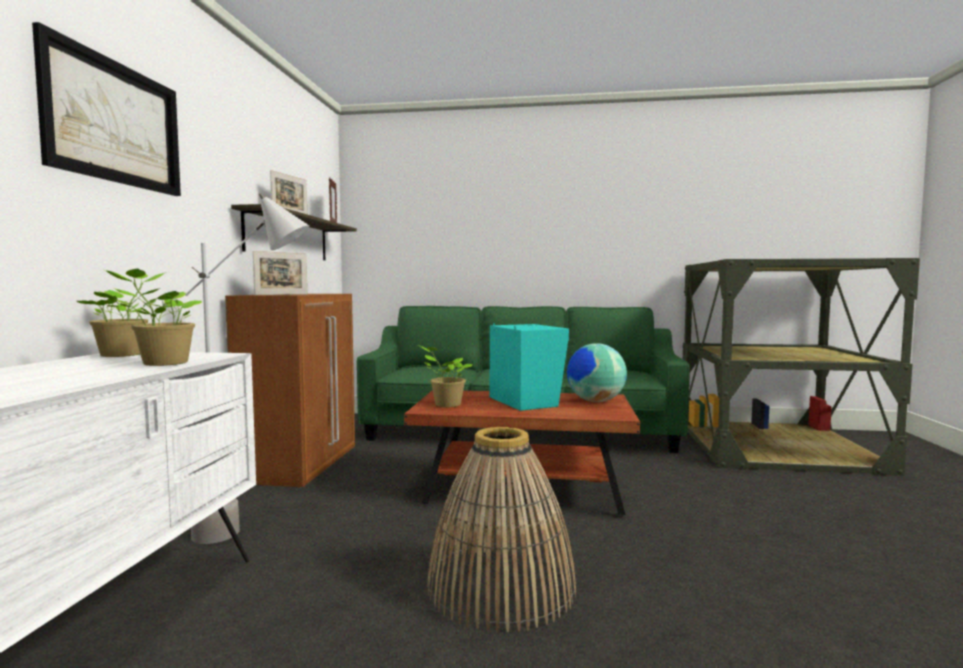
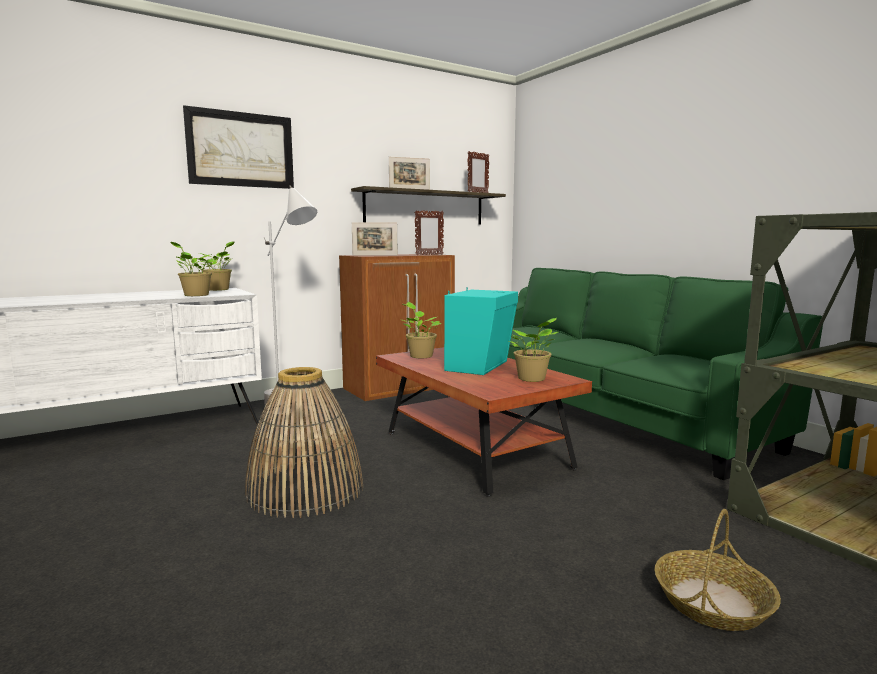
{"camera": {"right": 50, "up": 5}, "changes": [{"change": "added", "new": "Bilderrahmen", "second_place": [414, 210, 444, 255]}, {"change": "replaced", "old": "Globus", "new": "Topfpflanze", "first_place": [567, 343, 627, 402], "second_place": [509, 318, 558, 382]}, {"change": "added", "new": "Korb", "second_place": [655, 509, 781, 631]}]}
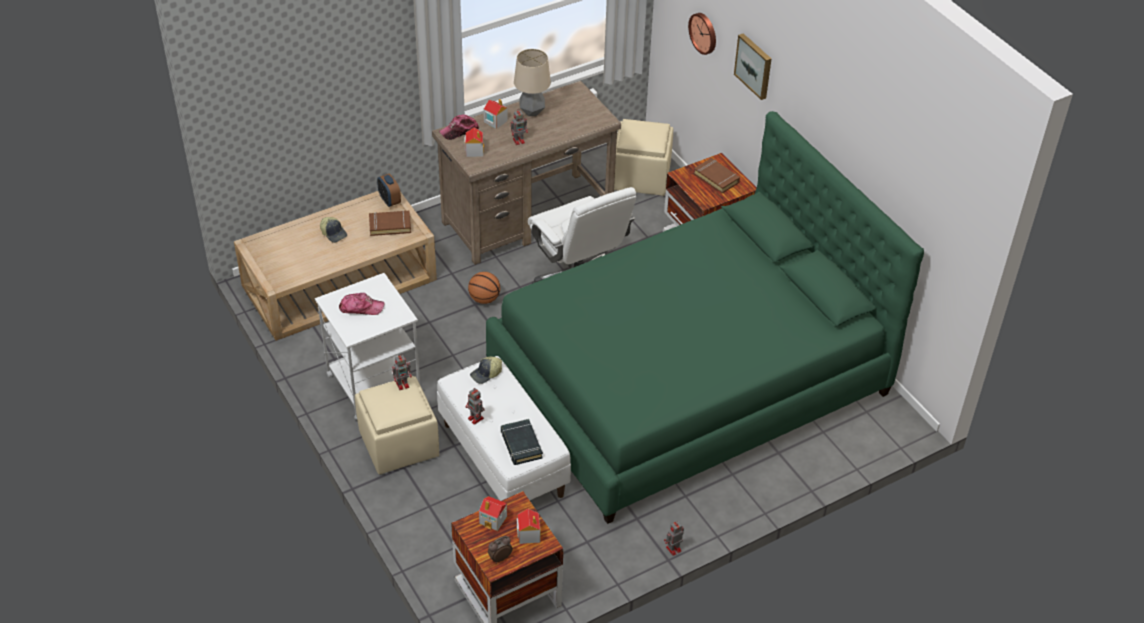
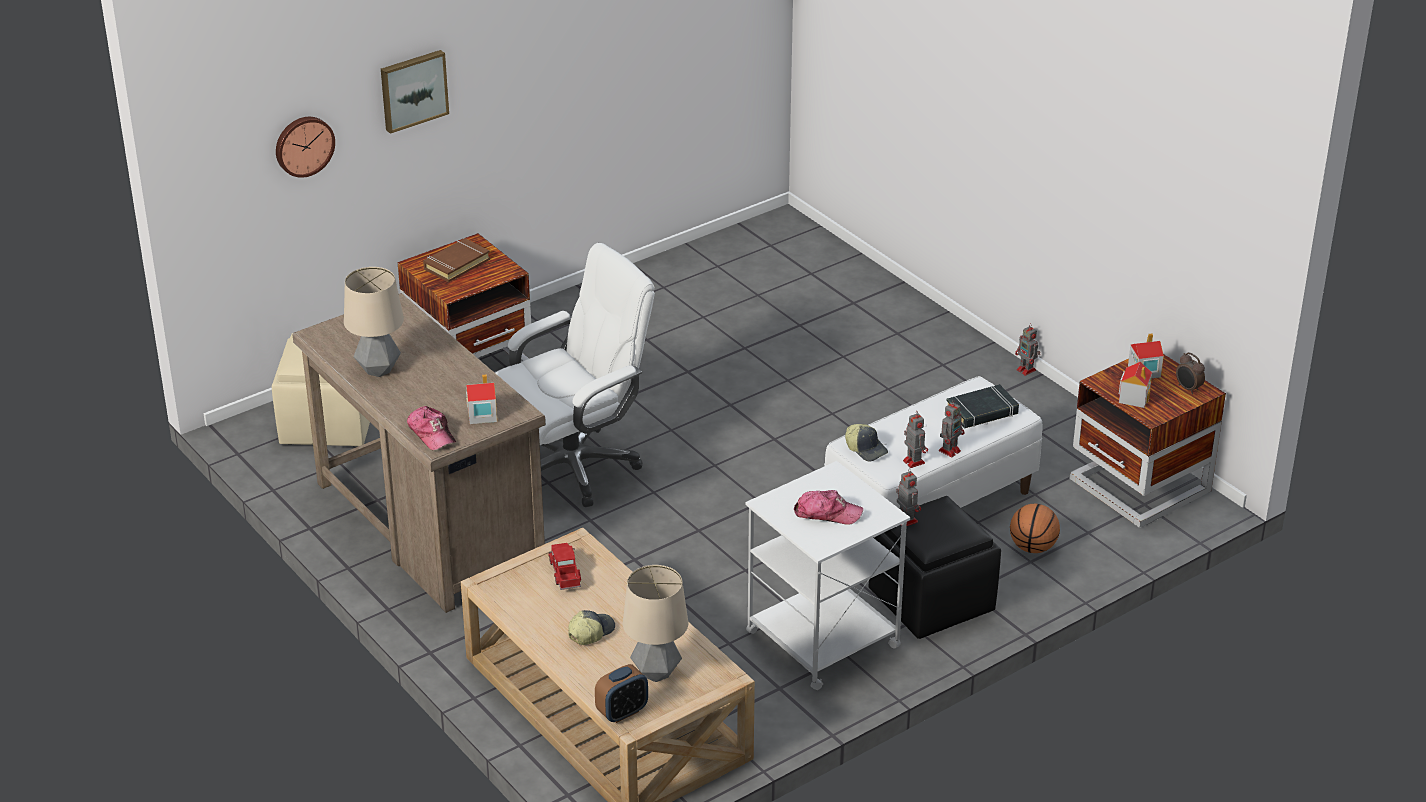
{"camera": {"right": -95, "up": -10}, "changes": [{"change": "replaced", "old": "Buch/braun", "new": "Spielzeuglaster", "first_place": [369, 211, 411, 236], "second_place": [548, 543, 581, 590]}, {"change": "moved", "old": "Wecker", "first_place": [377, 174, 401, 207], "second_place": [595, 664, 648, 723]}, {"change": "added", "new": "Tischlampe", "second_place": [623, 565, 688, 682]}, {"change": "turned", "old": "Kappe", "first_place": [339, 293, 384, 315], "second_place": [794, 490, 863, 524], "degrees": 105}, {"change": "recoloured", "old": "Polsterhocker/beige", "new": "Polsterhocker/schwarz", "first_place": [355, 376, 439, 475], "second_place": [869, 496, 1001, 639]}, {"change": "moved", "old": "Spielzeugroboter", "first_place": [511, 109, 528, 145], "second_place": [903, 411, 928, 468]}, {"change": "moved", "old": "Basketball", "first_place": [468, 272, 500, 304], "second_place": [1010, 504, 1060, 553]}, {"change": "removed", "old": "Spielzeughaus", "first_place": [484, 99, 508, 129]}, {"change": "removed", "old": "Bett/grün", "first_place": [486, 111, 924, 524]}]}
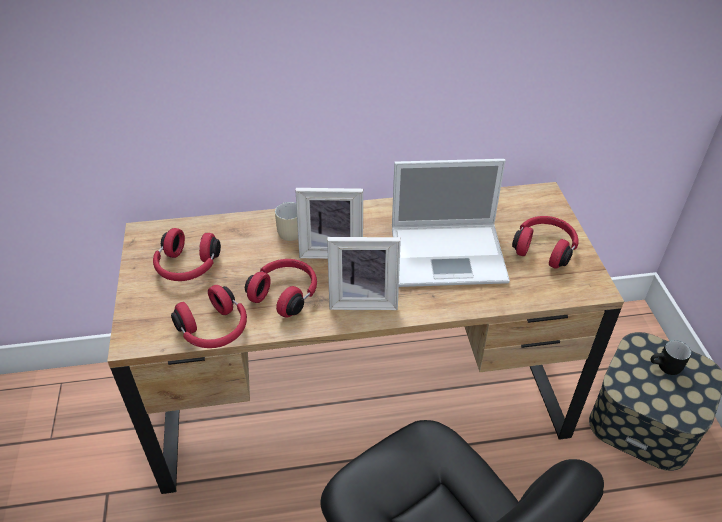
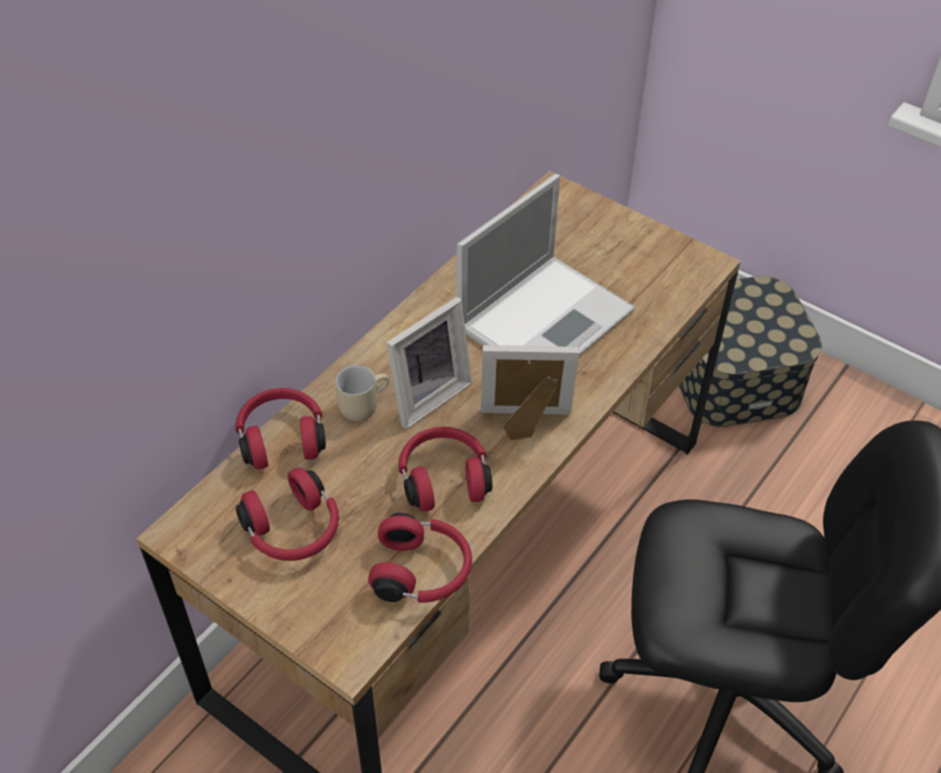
{"camera": {"right": -45, "up": 5}, "changes": [{"change": "moved", "old": "Kopfhörer/rot", "first_place": [512, 216, 579, 269], "second_place": [235, 388, 326, 469]}, {"change": "turned", "old": "Bilderrahmen", "first_place": [327, 237, 401, 310], "second_place": [481, 345, 580, 441], "degrees": -135}, {"change": "removed", "old": "Henkelbecher/schwarz", "first_place": [650, 340, 691, 375]}]}
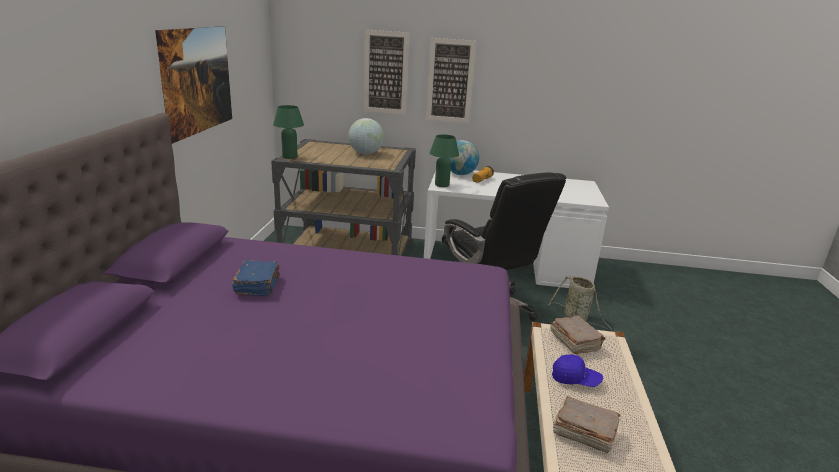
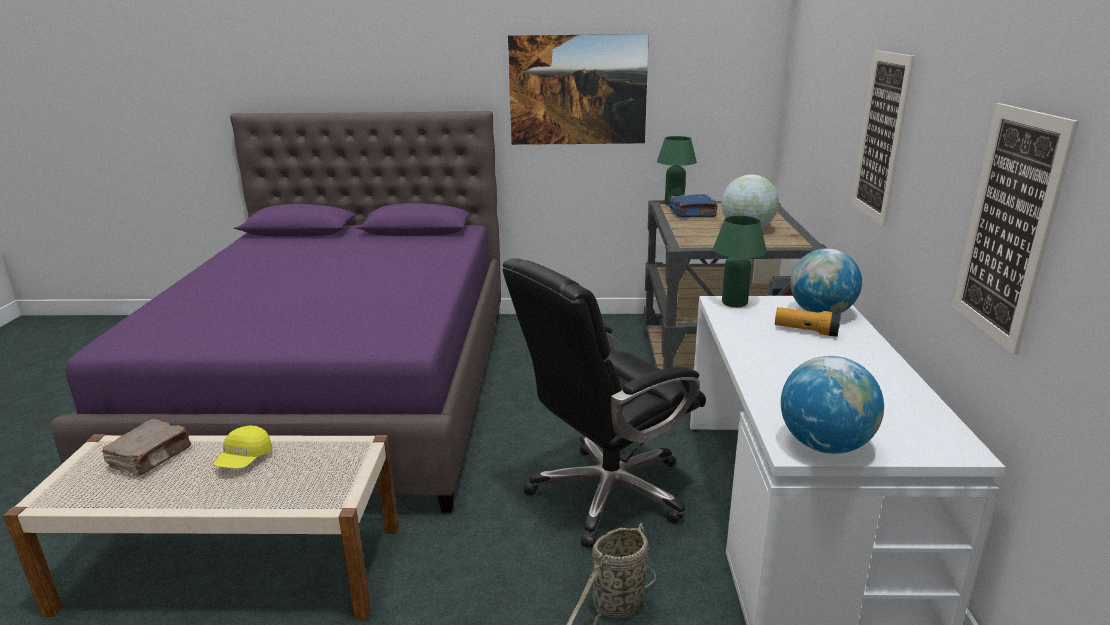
{"camera": {"right": 85, "up": 0}, "changes": [{"change": "recoloured", "old": "Kappe/blau", "new": "Kappe/gelb", "first_place": [552, 354, 603, 387], "second_place": [213, 425, 273, 469]}, {"change": "moved", "old": "Buch/blau", "first_place": [232, 260, 280, 296], "second_place": [669, 194, 718, 217]}, {"change": "added", "new": "Globus", "second_place": [781, 356, 884, 454]}, {"change": "moved", "old": "Bild", "first_place": [364, 30, 409, 115], "second_place": [952, 103, 1079, 355]}, {"change": "removed", "old": "Buch/braun", "first_place": [550, 315, 606, 354]}]}
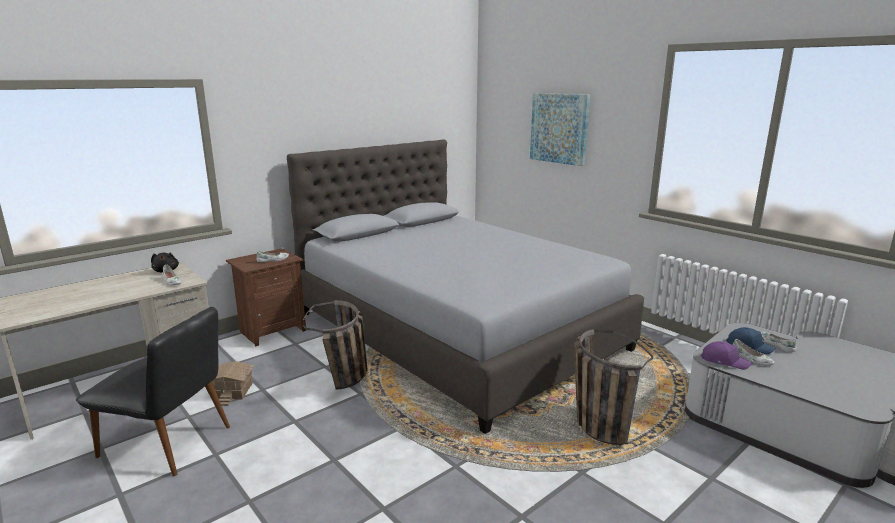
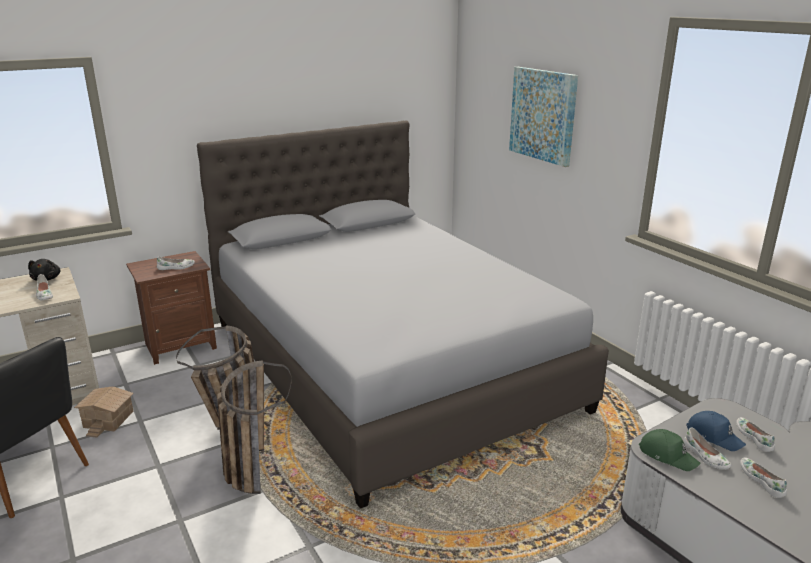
{"camera": {"right": 10, "up": 5}, "changes": [{"change": "moved", "old": "Korb", "first_place": [574, 329, 653, 445], "second_place": [217, 360, 292, 494]}, {"change": "recoloured", "old": "Kappe/lila", "new": "Kappe/grün", "first_place": [701, 341, 752, 370], "second_place": [639, 429, 700, 471]}, {"change": "added", "new": "Schuh/weiß", "second_place": [740, 457, 787, 498]}]}
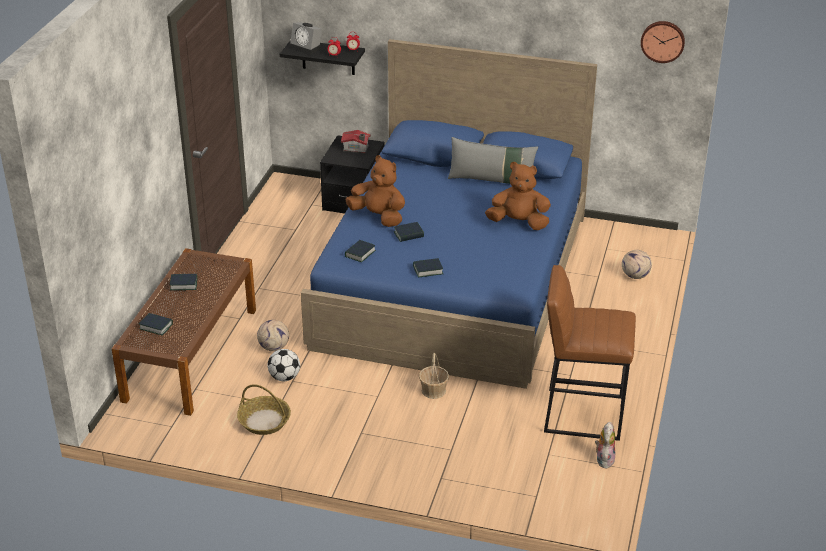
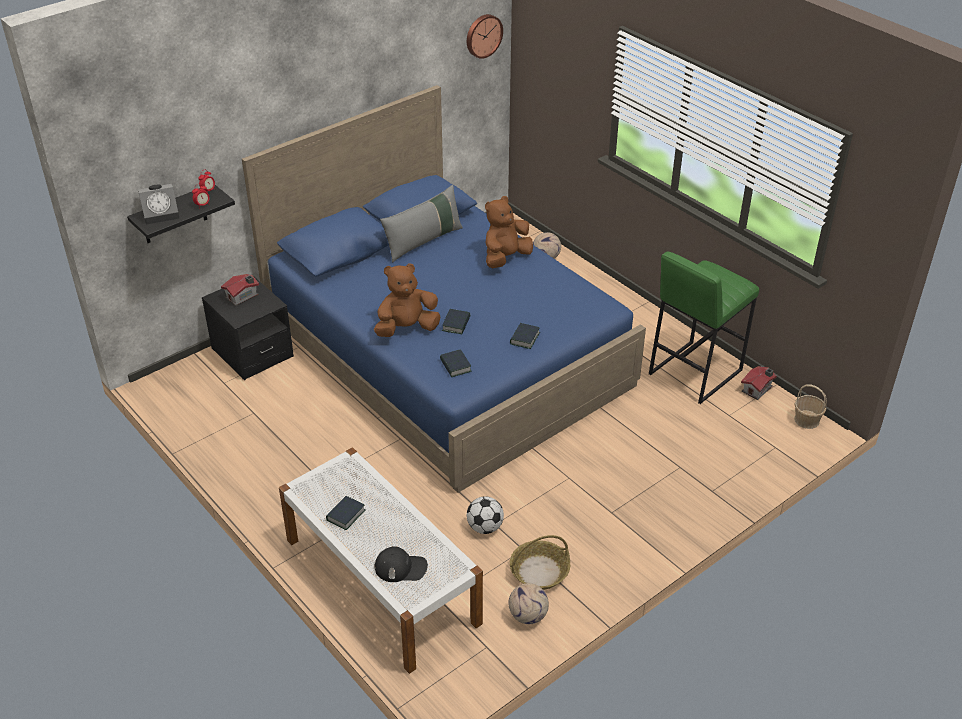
{"camera": {"right": -55, "up": 5}, "changes": [{"change": "recoloured", "old": "Bank/braun", "new": "Bank/weiß", "first_place": [112, 248, 256, 416], "second_place": [279, 447, 483, 674]}, {"change": "replaced", "old": "Buch", "new": "Kappe/schwarz", "first_place": [139, 313, 173, 336], "second_place": [374, 546, 428, 582]}, {"change": "moved", "old": "Fußball", "first_place": [257, 320, 289, 351], "second_place": [508, 583, 549, 624]}, {"change": "recoloured", "old": "Hocker/braun", "new": "Hocker/grün", "first_place": [544, 265, 636, 441], "second_place": [649, 251, 759, 404]}, {"change": "replaced", "old": "Plüschtier", "new": "Spielzeughaus", "first_place": [595, 422, 615, 469], "second_place": [741, 366, 777, 400]}, {"change": "moved", "old": "Korb", "first_place": [419, 353, 449, 399], "second_place": [794, 384, 827, 429]}]}
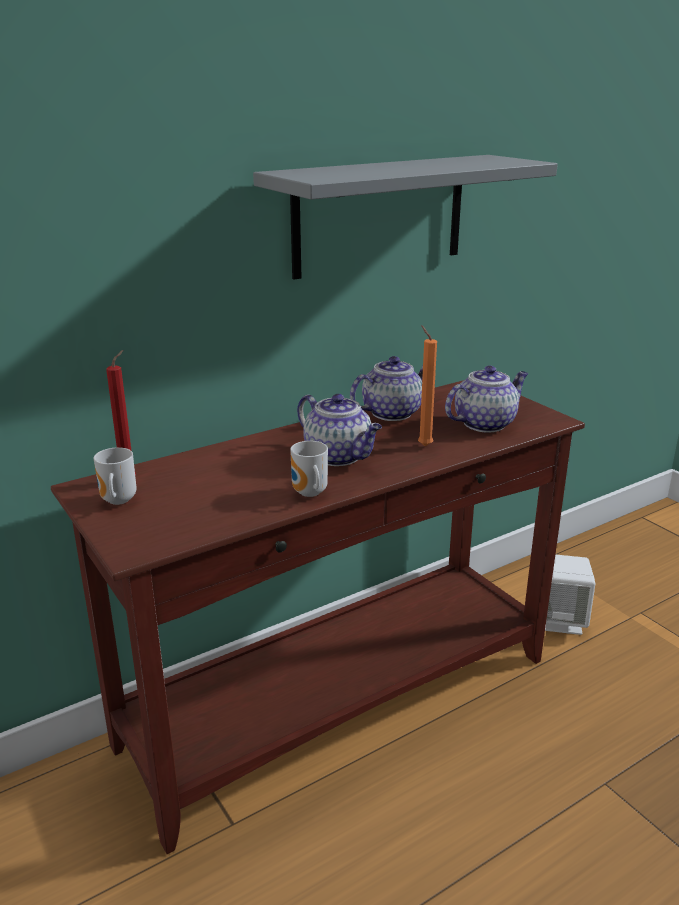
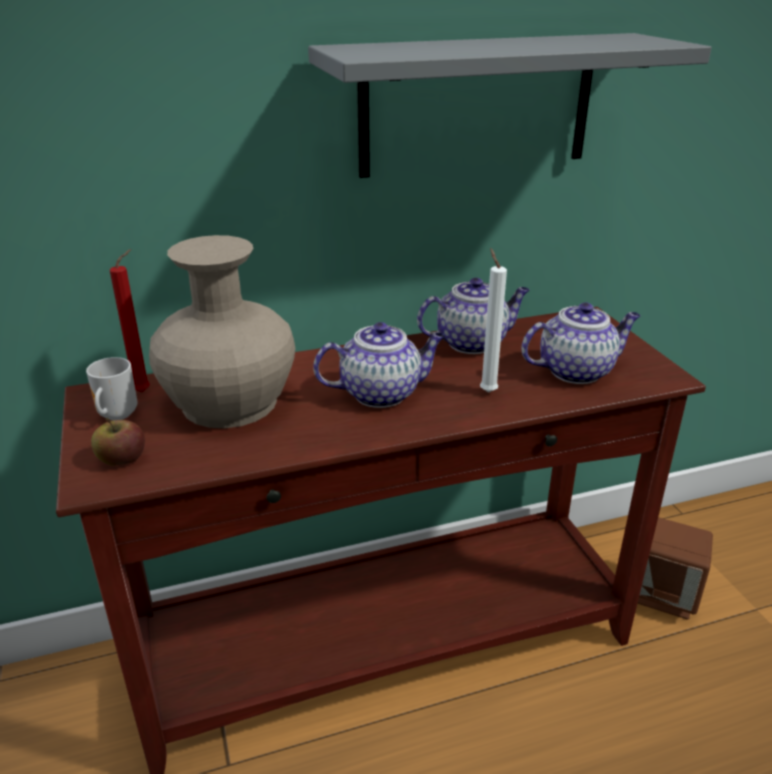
{"camera": {"right": 15, "up": 5}, "changes": [{"change": "added", "new": "Apfel", "second_place": [91, 418, 145, 466]}, {"change": "added", "new": "Vase/beige", "second_place": [149, 235, 295, 428]}, {"change": "turned", "old": "Teekanne", "first_place": [297, 394, 382, 466], "second_place": [313, 322, 446, 408], "degrees": -75}, {"change": "recoloured", "old": "Kerze/orange", "new": "Kerze/weiß", "first_place": [418, 325, 437, 446], "second_place": [480, 248, 507, 393]}, {"change": "recoloured", "old": "Lautsprecher/weiß", "new": "Lautsprecher/braun", "first_place": [545, 554, 595, 635], "second_place": [637, 517, 713, 620]}, {"change": "removed", "old": "Henkelbecher", "first_place": [290, 441, 328, 497]}]}
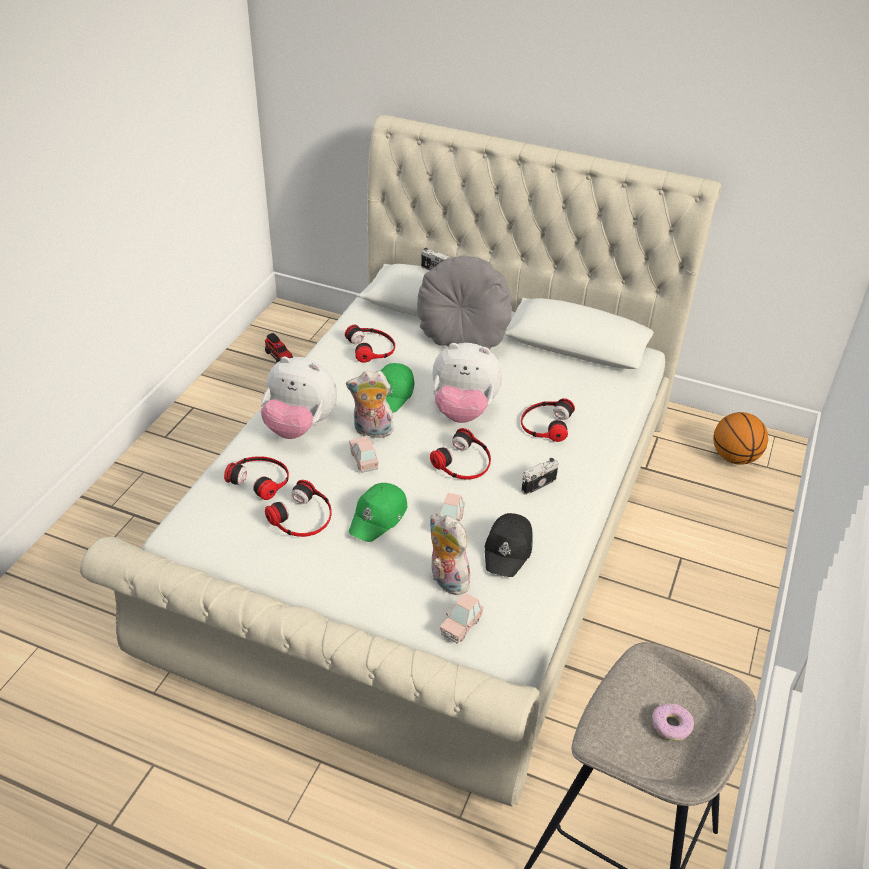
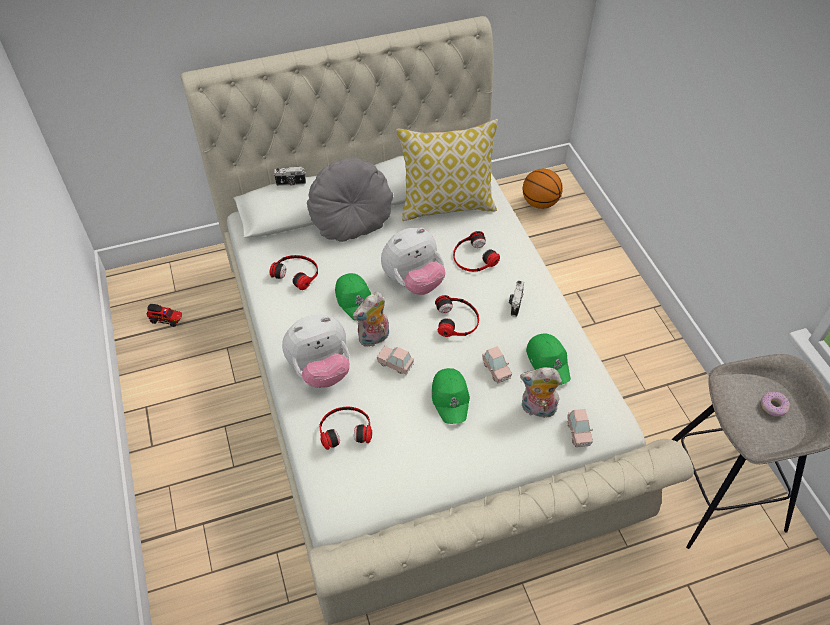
{"camera": {"right": -40, "up": 10}, "changes": [{"change": "added", "new": "Kissen", "second_place": [396, 119, 498, 221]}, {"change": "recoloured", "old": "Kappe/schwarz", "new": "Kappe/grün", "first_place": [484, 513, 533, 577], "second_place": [526, 334, 571, 385]}, {"change": "removed", "old": "Kopfhörer", "first_place": [265, 480, 332, 537]}]}
